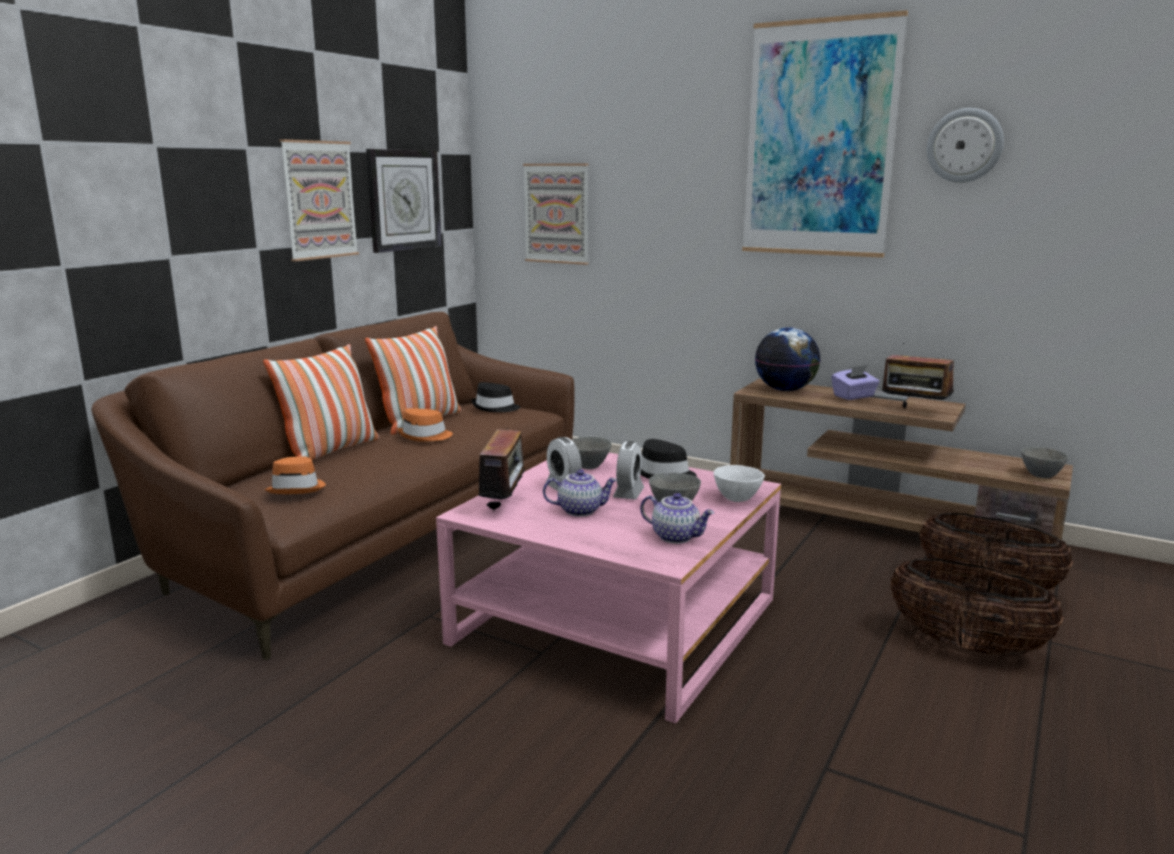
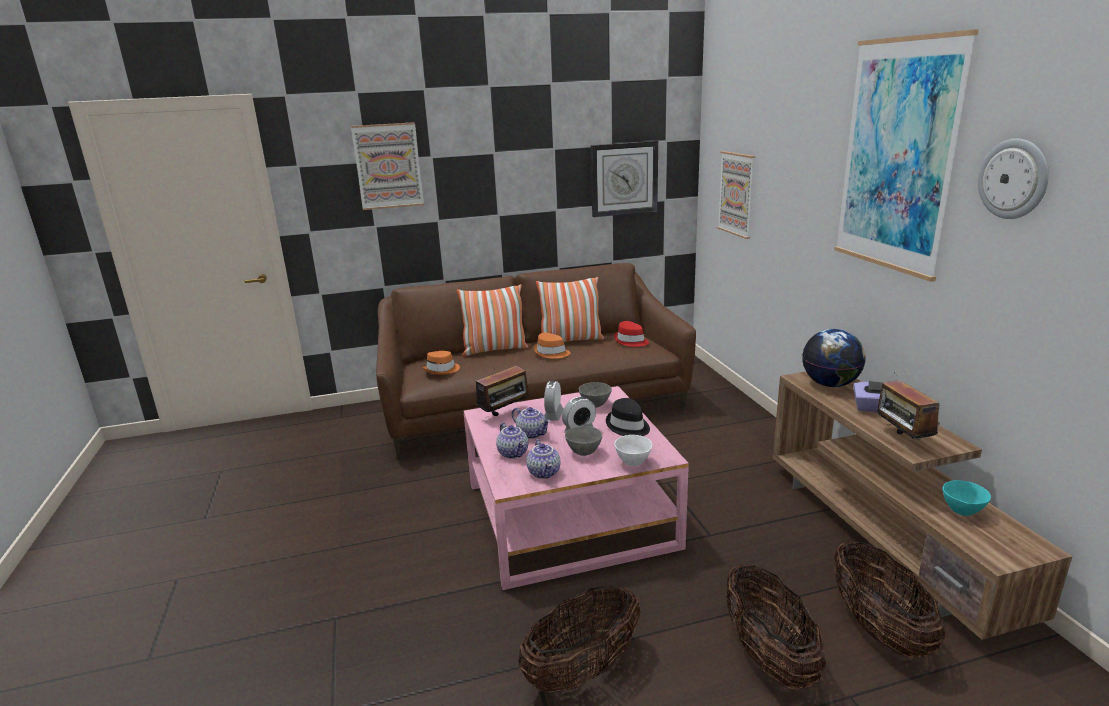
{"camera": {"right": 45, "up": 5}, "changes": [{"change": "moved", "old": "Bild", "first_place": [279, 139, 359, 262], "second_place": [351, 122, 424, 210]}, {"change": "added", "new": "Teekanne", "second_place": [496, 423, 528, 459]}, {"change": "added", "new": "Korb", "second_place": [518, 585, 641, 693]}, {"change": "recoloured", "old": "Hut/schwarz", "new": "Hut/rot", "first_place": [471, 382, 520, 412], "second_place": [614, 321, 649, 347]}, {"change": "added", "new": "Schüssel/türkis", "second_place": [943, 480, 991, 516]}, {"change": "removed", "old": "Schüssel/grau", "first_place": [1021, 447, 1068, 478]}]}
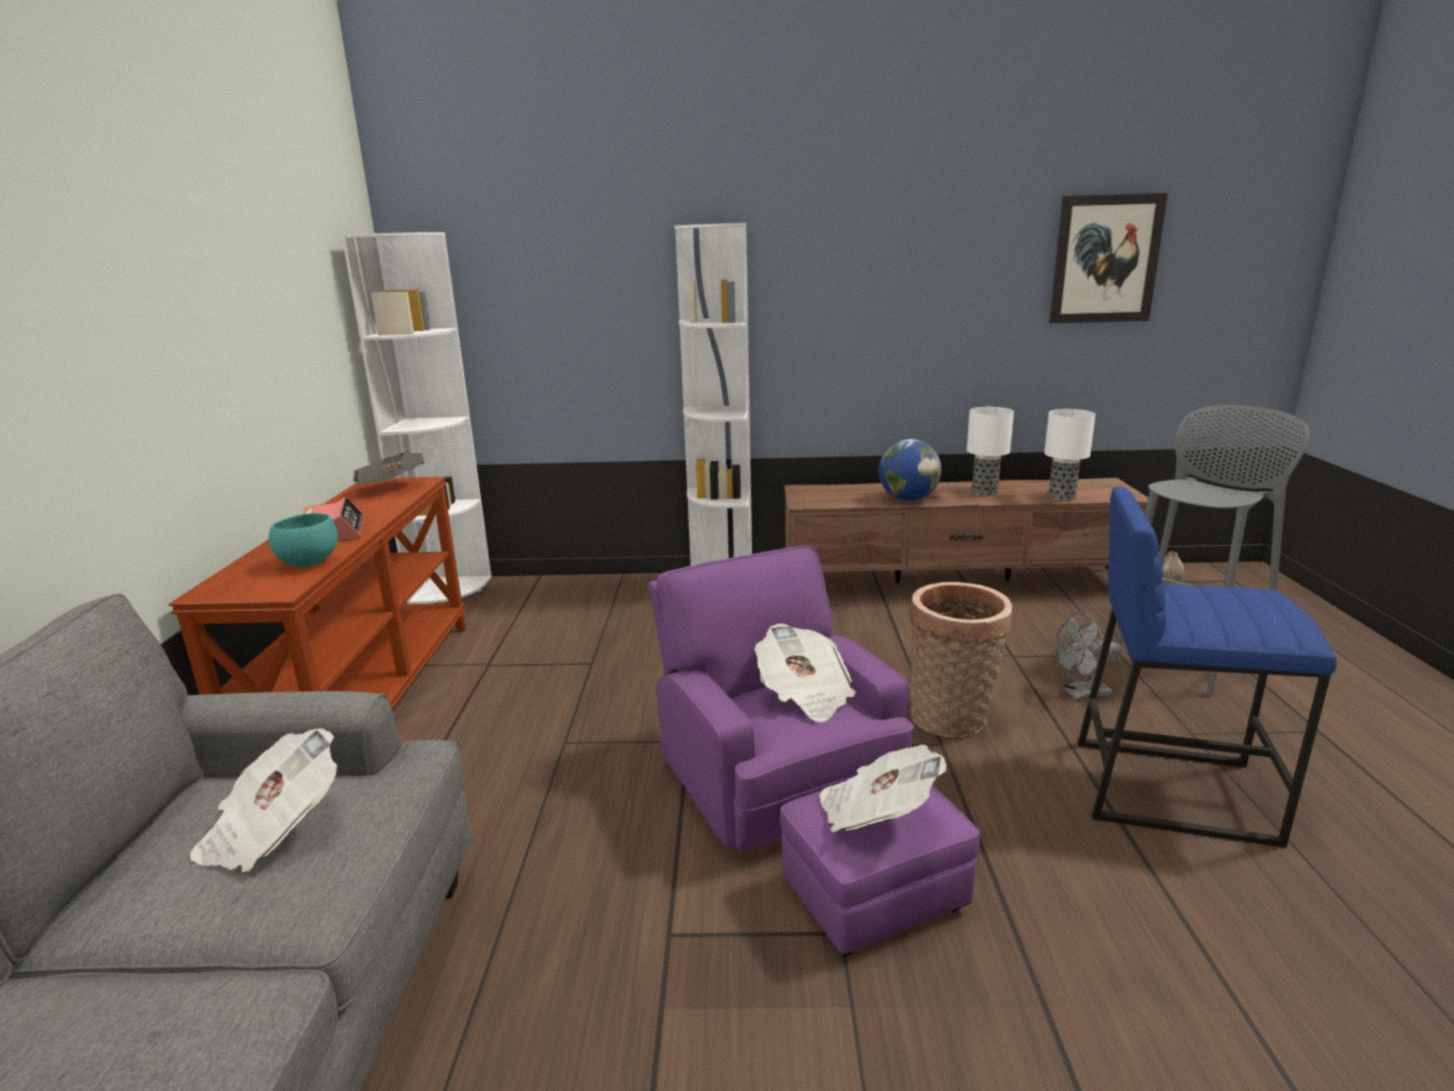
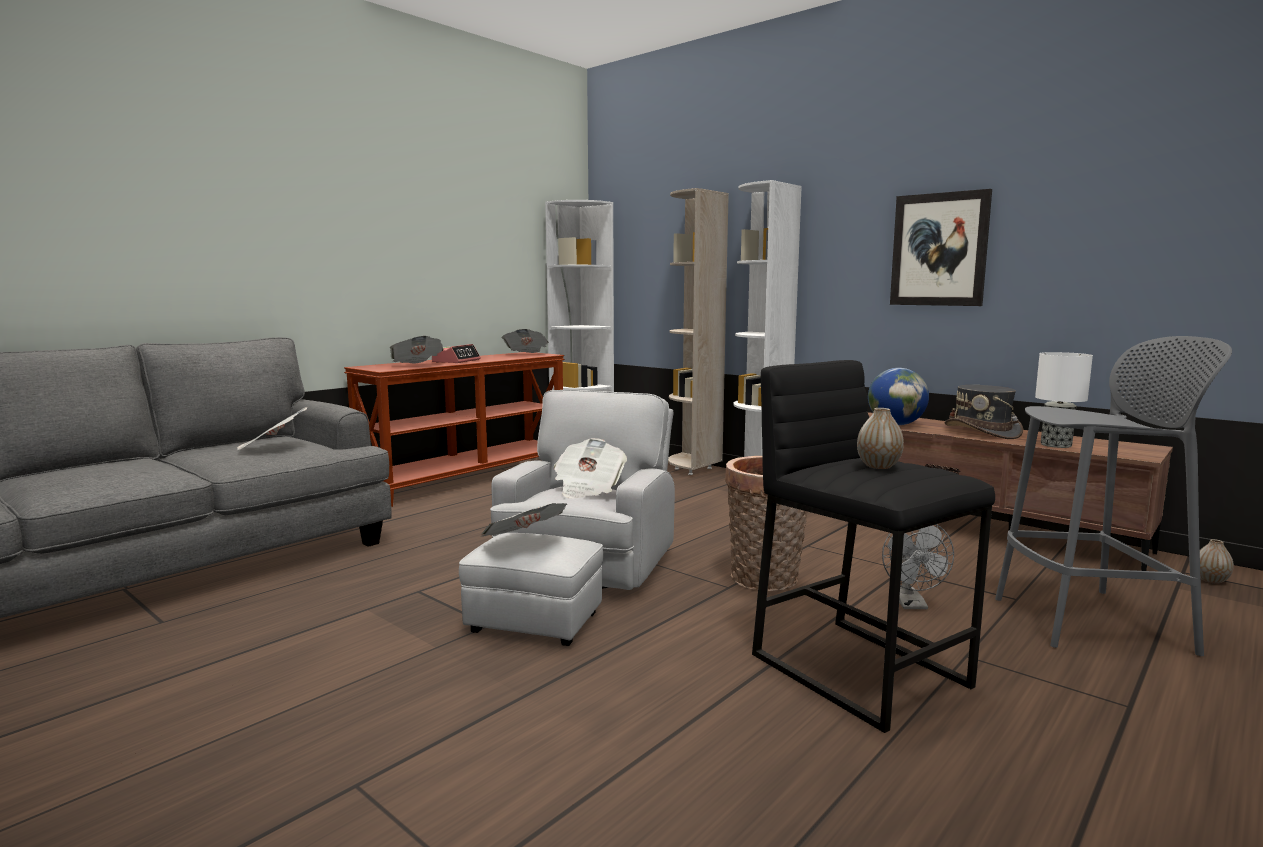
{"camera": {"right": 40, "up": -10}, "changes": [{"change": "replaced", "old": "Schüssel/türkis", "new": "Zeitung", "first_place": [268, 513, 338, 568], "second_place": [390, 336, 444, 363]}, {"change": "recoloured", "old": "Sessel/lila", "new": "Sessel/weiß", "first_place": [648, 546, 980, 957], "second_place": [459, 390, 675, 646]}, {"change": "added", "new": "Bücherregal/beige", "second_place": [668, 188, 729, 475]}, {"change": "recoloured", "old": "Hocker/blau", "new": "Hocker/schwarz", "first_place": [1078, 487, 1337, 848], "second_place": [752, 360, 995, 733]}, {"change": "added", "new": "Vase", "second_place": [857, 408, 904, 469]}, {"change": "turned", "old": "Ventilator/grau", "first_place": [1055, 612, 1122, 700], "second_place": [882, 524, 954, 609], "degrees": -120}, {"change": "moved", "old": "Bild", "first_place": [1049, 193, 1168, 323], "second_place": [890, 189, 992, 306]}, {"change": "replaced", "old": "Tischlampe", "new": "Hut/grau", "first_place": [967, 407, 1014, 496], "second_place": [945, 385, 1023, 439]}]}
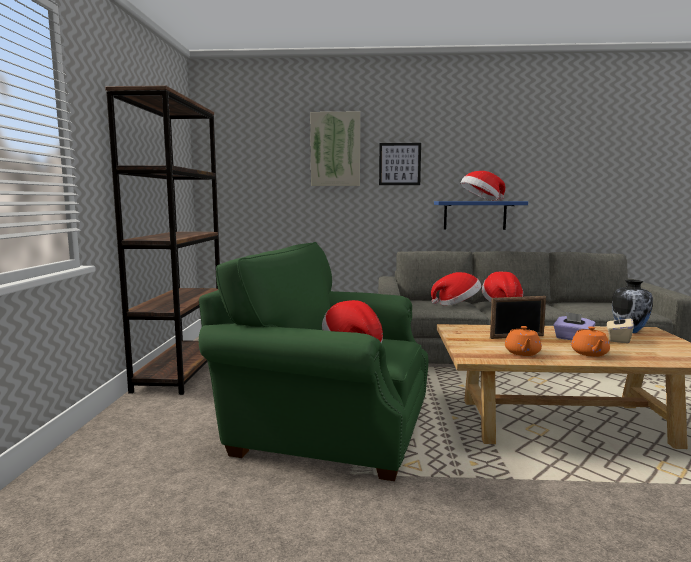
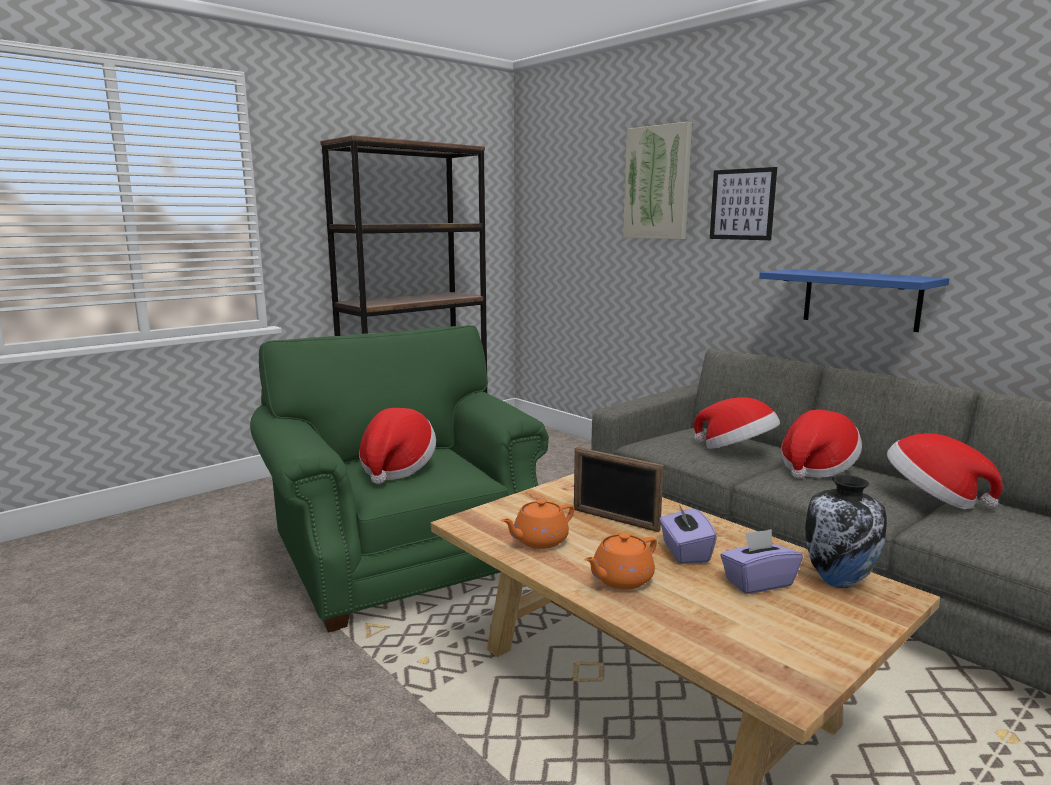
{"camera": {"right": 45, "up": 5}, "changes": [{"change": "recoloured", "old": "Taschentuchbox/beige", "new": "Taschentuchbox/lila", "first_place": [607, 312, 634, 344], "second_place": [720, 529, 803, 594]}, {"change": "moved", "old": "Hut", "first_place": [461, 171, 505, 201], "second_place": [887, 433, 1003, 509]}]}
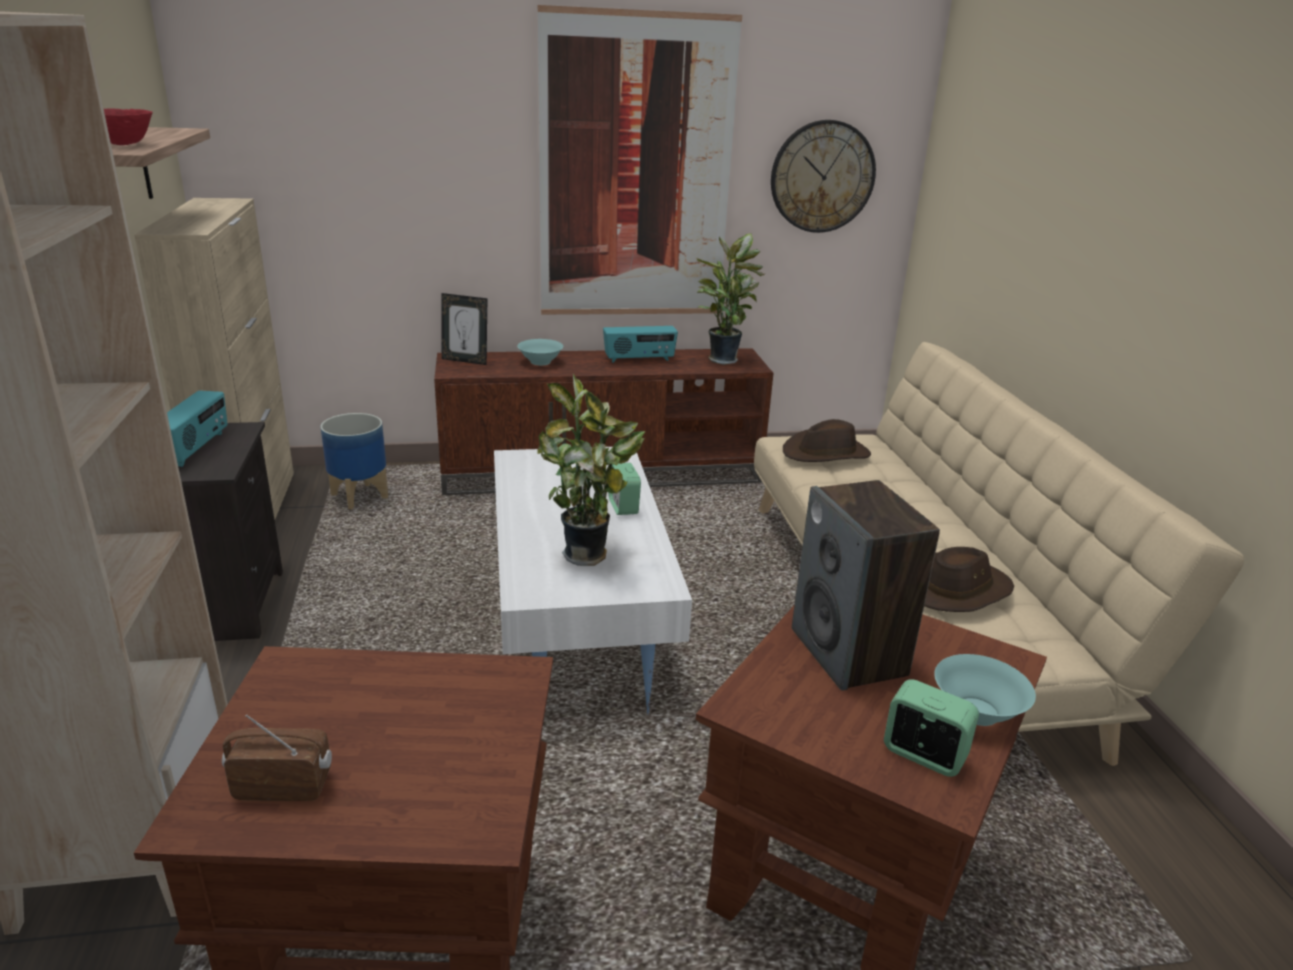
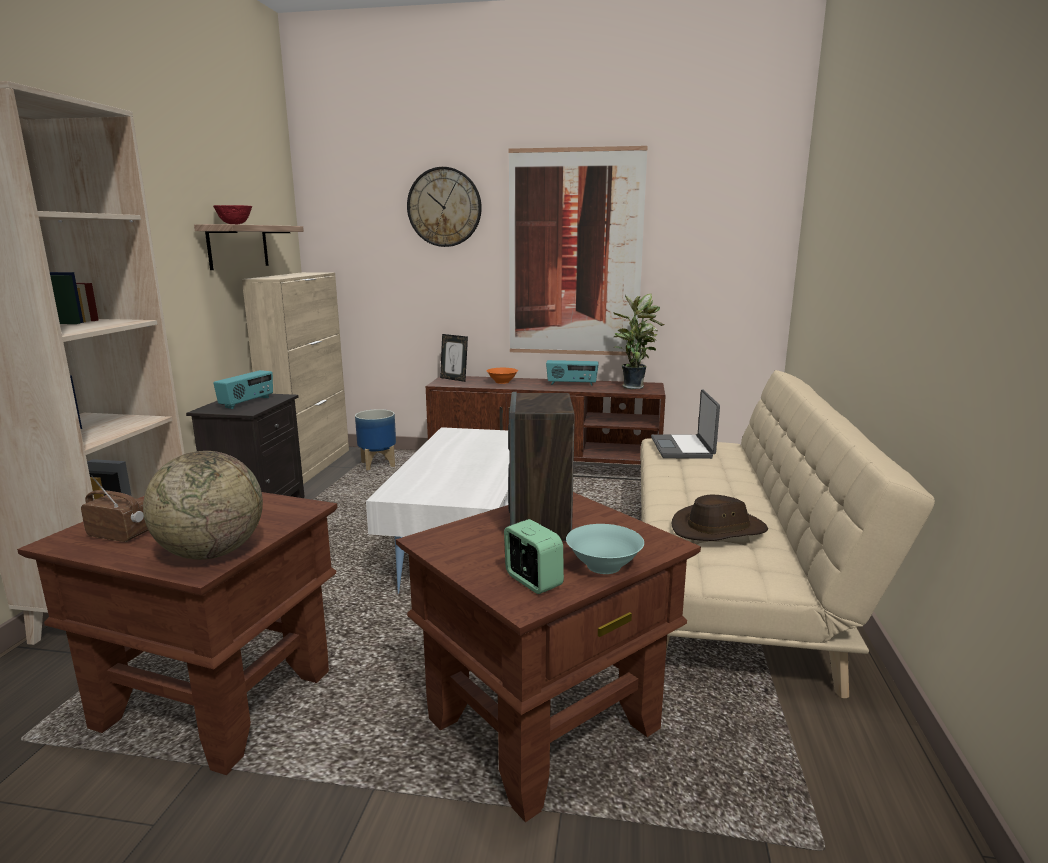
{"camera": {"right": 20, "up": -10}, "changes": [{"change": "added", "new": "Globus", "second_place": [143, 451, 263, 560]}, {"change": "moved", "old": "Wanduhr", "first_place": [771, 120, 876, 233], "second_place": [407, 167, 482, 247]}, {"change": "recoloured", "old": "Schüssel/türkis", "new": "Schüssel/orange", "first_place": [517, 339, 564, 366], "second_place": [487, 368, 518, 384]}, {"change": "replaced", "old": "Hut/braun", "new": "Laptop", "first_place": [783, 419, 871, 462], "second_place": [651, 389, 720, 459]}, {"change": "removed", "old": "Topfpflanze", "first_place": [537, 374, 646, 566]}, {"change": "removed", "old": "Wecker", "first_place": [608, 463, 641, 515]}]}
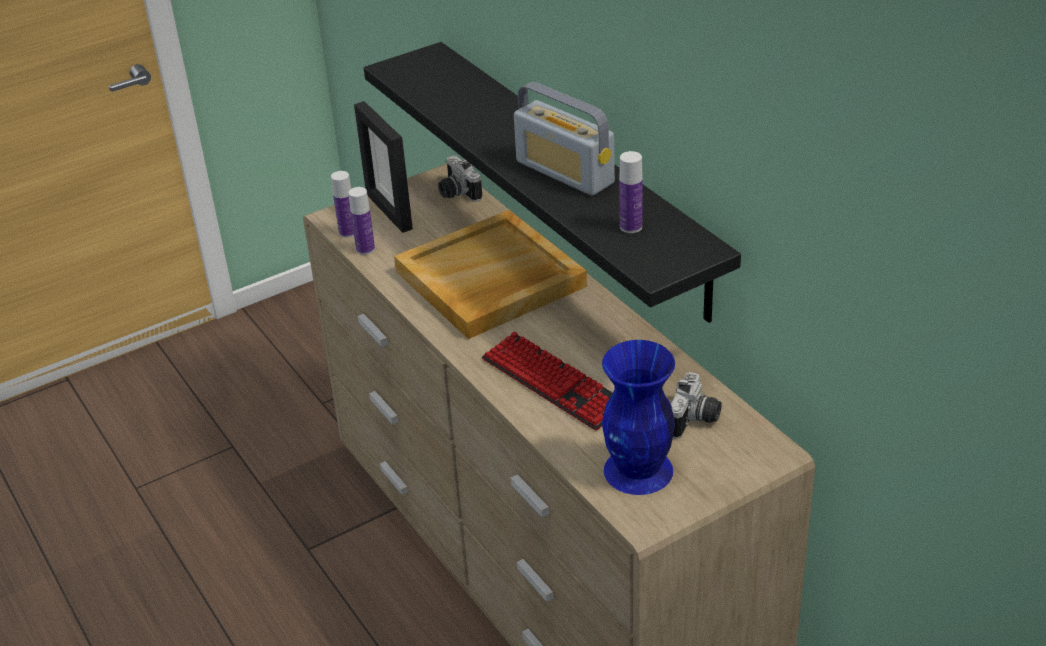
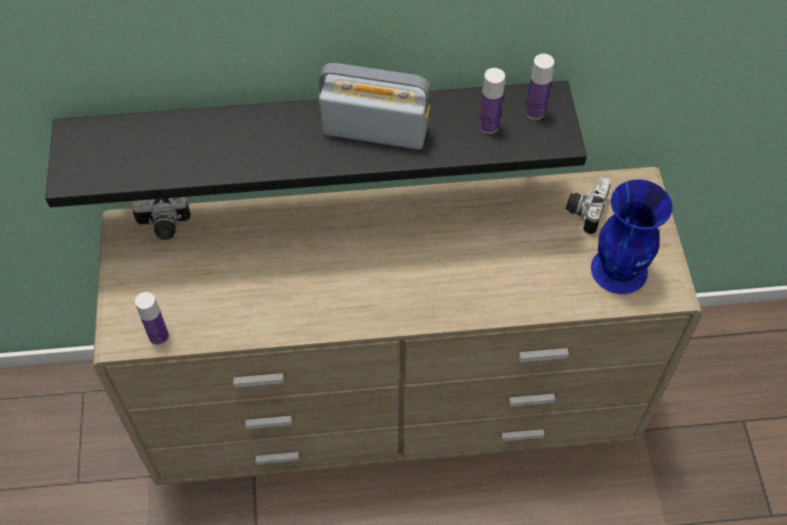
{"camera": {"right": -65, "up": 20}, "changes": [{"change": "turned", "old": "Radio", "first_place": [514, 82, 615, 196], "second_place": [319, 63, 430, 150], "degrees": -150}, {"change": "moved", "old": "Flasche", "first_place": [348, 187, 375, 255], "second_place": [525, 54, 554, 120]}, {"change": "turned", "old": "Kamera", "first_place": [671, 372, 722, 439], "second_place": [566, 177, 611, 235], "degrees": -120}, {"change": "removed", "old": "Bilderrahmen", "first_place": [354, 101, 413, 233]}, {"change": "removed", "old": "Tablett/beige", "first_place": [394, 210, 587, 339]}, {"change": "removed", "old": "Tastatur", "first_place": [482, 332, 613, 431]}]}
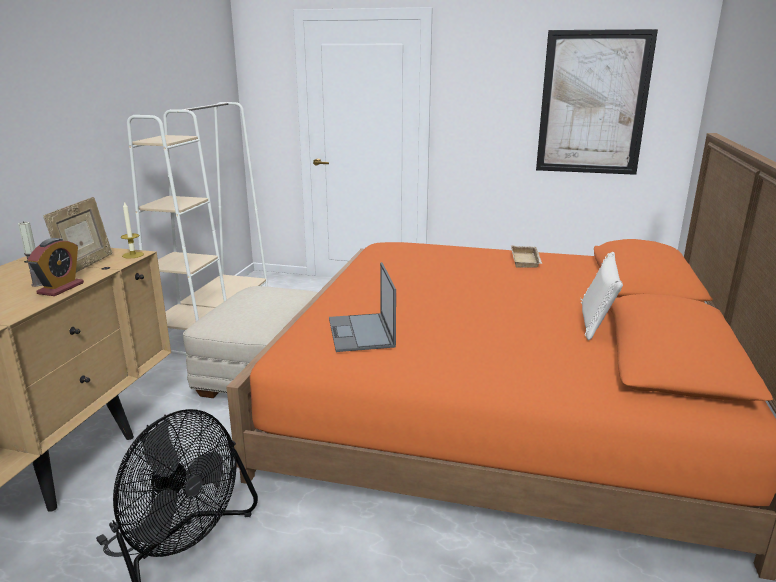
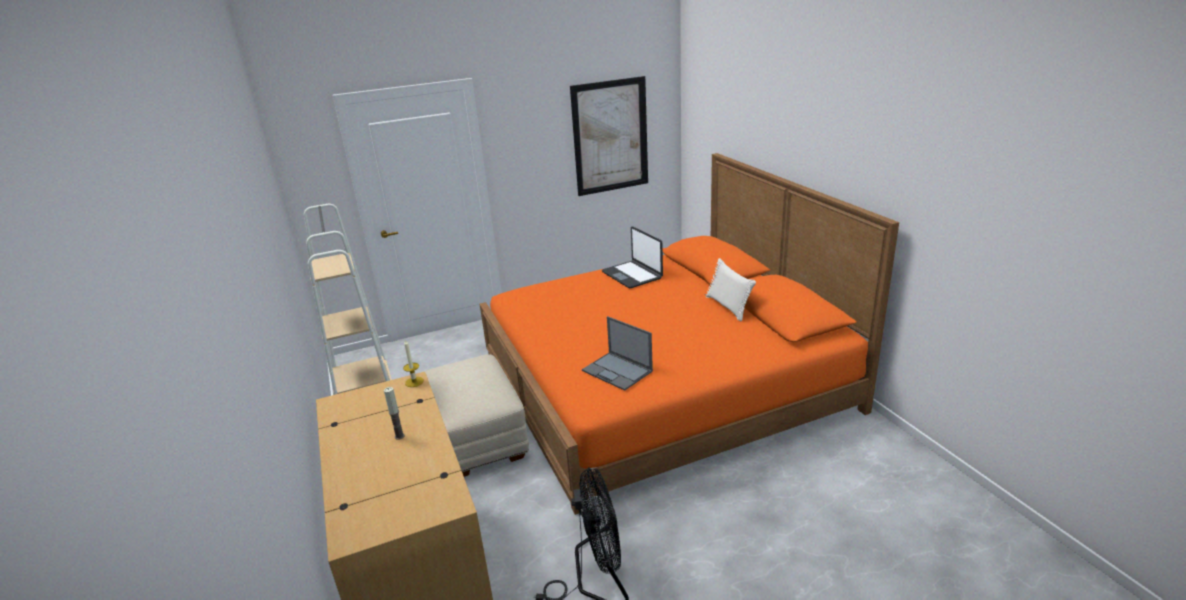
{"camera": {"right": -35, "up": 5}, "changes": [{"change": "replaced", "old": "Tablett/beige", "new": "Laptop", "first_place": [511, 245, 542, 268], "second_place": [602, 227, 663, 288]}, {"change": "removed", "old": "Wecker", "first_place": [28, 238, 84, 296]}, {"change": "removed", "old": "Bilderrahmen", "first_place": [43, 197, 112, 272]}]}
